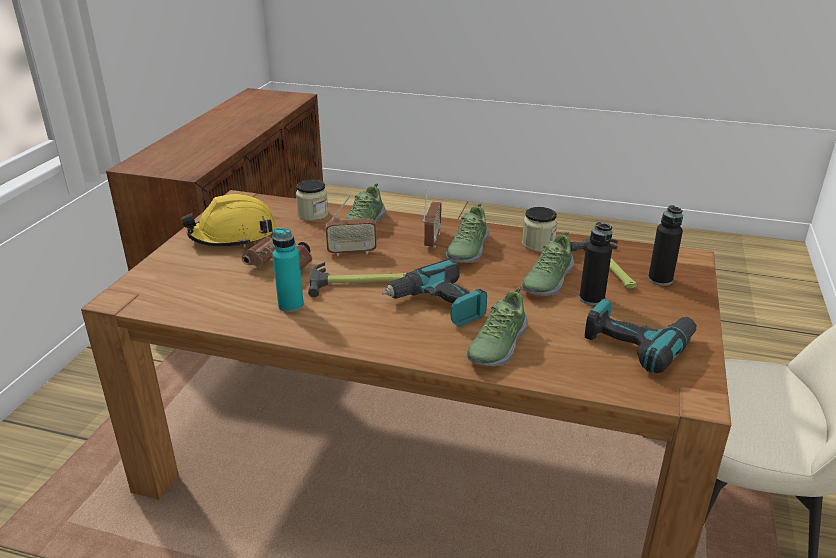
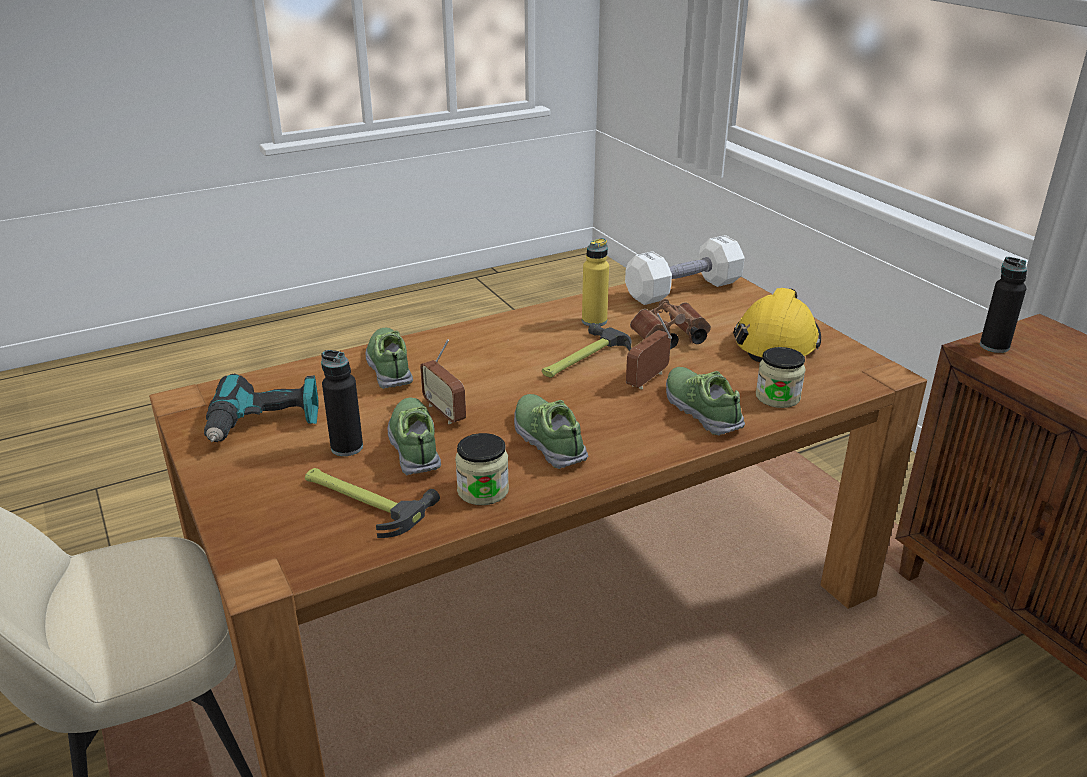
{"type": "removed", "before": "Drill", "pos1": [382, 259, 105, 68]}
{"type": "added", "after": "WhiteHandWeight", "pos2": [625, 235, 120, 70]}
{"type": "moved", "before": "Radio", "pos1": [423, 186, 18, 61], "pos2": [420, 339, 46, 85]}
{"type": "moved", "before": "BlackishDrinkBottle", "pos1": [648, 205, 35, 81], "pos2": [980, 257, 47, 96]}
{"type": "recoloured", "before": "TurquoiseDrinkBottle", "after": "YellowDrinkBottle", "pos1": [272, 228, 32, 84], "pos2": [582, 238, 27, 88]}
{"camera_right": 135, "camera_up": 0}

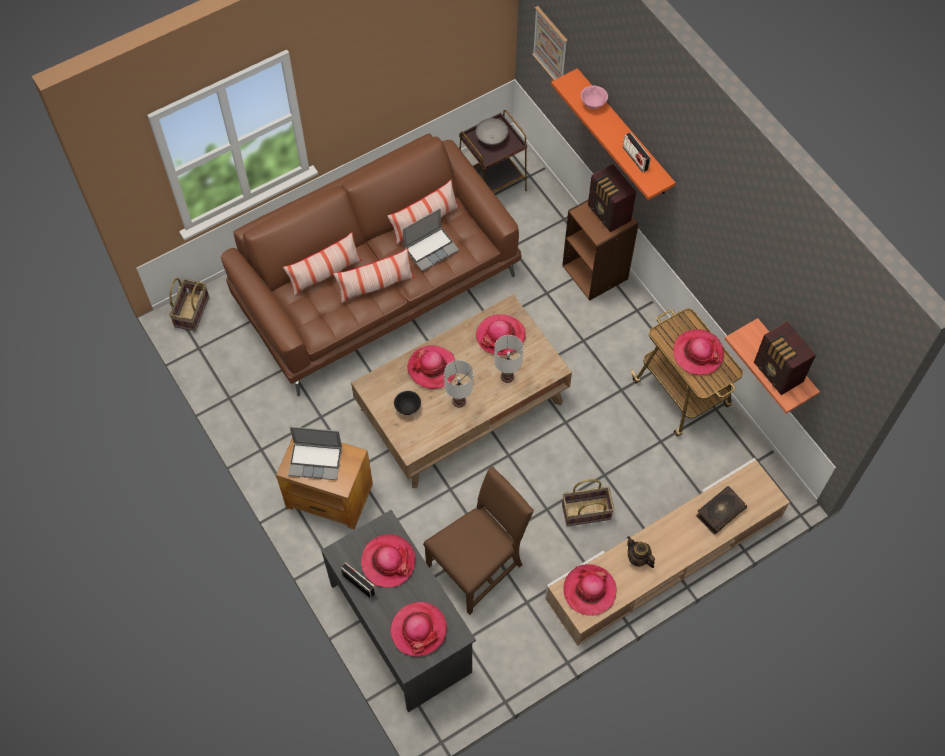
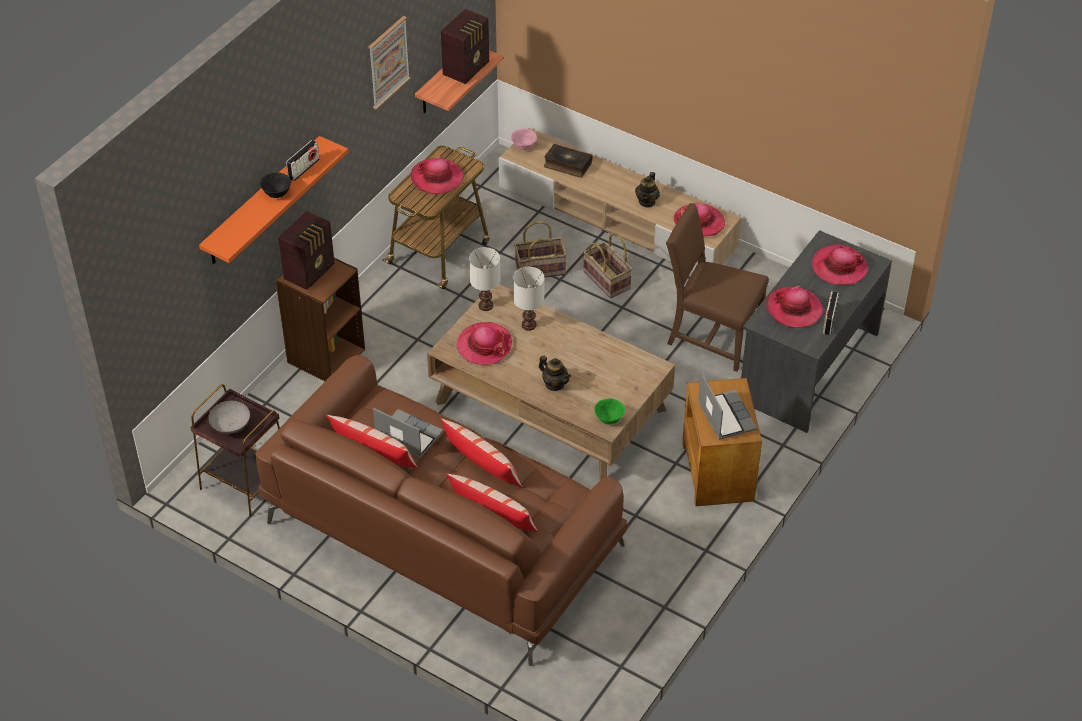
{"type": "added", "after": "GreenServingBowl", "pos2": [594, 399, 31, 26]}
{"type": "moved", "before": "StorageBasket", "pos1": [169, 278, 40, 54], "pos2": [514, 221, 53, 57]}
{"type": "moved", "before": "BlackishServingBowl", "pos1": [394, 391, 27, 24], "pos2": [260, 172, 31, 26]}
{"type": "moved", "before": "WhiteTabletopLamp", "pos1": [444, 360, 29, 48], "pos2": [469, 247, 32, 64]}
{"type": "moved", "before": "WallPicture", "pos1": [532, 6, 36, 74], "pos2": [368, 16, 43, 94]}
{"type": "moved", "before": "PinkServingBowl", "pos1": [581, 86, 27, 23], "pos2": [511, 129, 26, 21]}
{"type": "replaced", "before": "ClothingHat", "after": "PotForTea", "pos1": [407, 345, 49, 44], "pos2": [539, 355, 32, 36]}
{"camera_right": -115, "camera_up": -15}

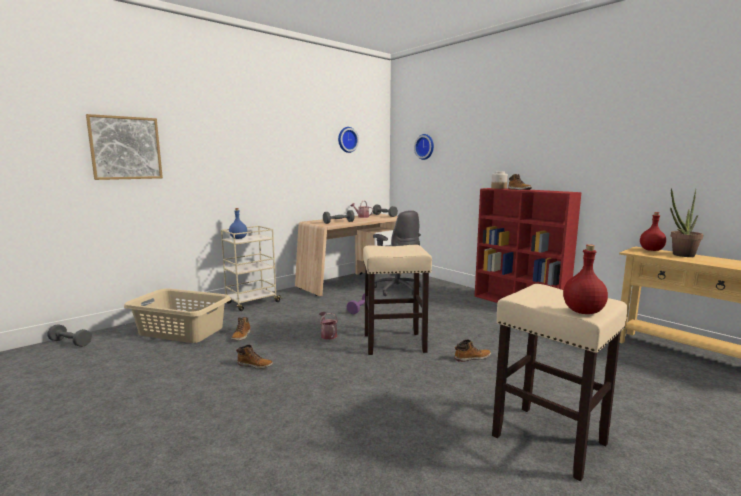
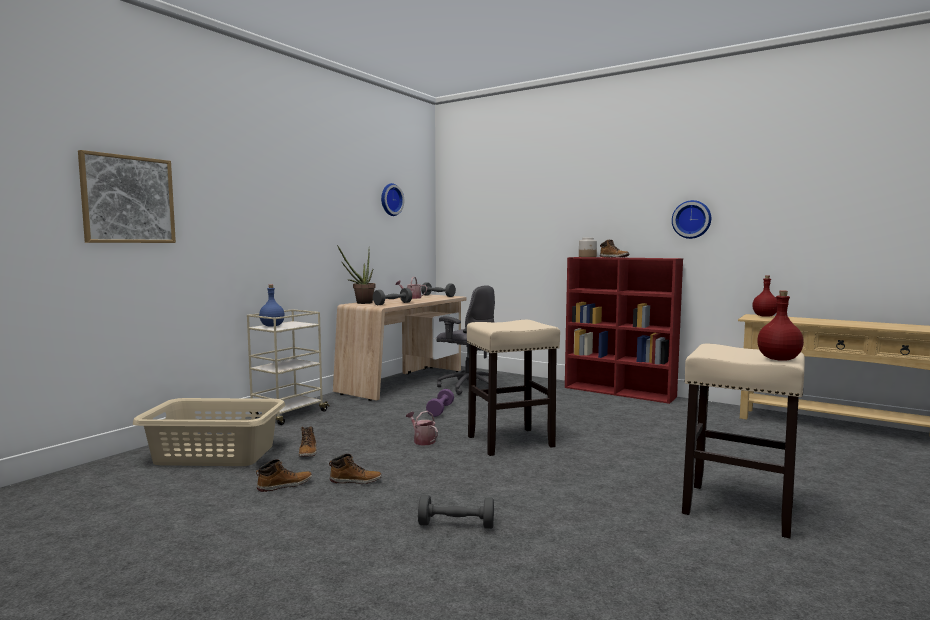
{"type": "moved", "before": "GreyishHandWeight", "pos1": [47, 324, 45, 23], "pos2": [418, 495, 76, 34]}
{"type": "moved", "before": "HangingClock", "pos1": [414, 134, 20, 26], "pos2": [672, 200, 39, 39]}
{"type": "moved", "before": "TallBoot", "pos1": [454, 339, 37, 23], "pos2": [256, 459, 56, 33]}
{"type": "moved", "before": "Houseplant", "pos1": [670, 188, 34, 69], "pos2": [337, 245, 39, 59]}
{"camera_right": -15, "camera_up": -5}

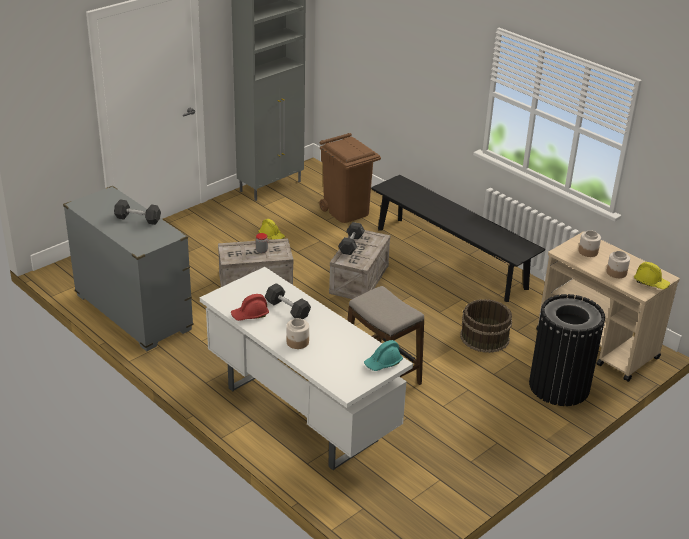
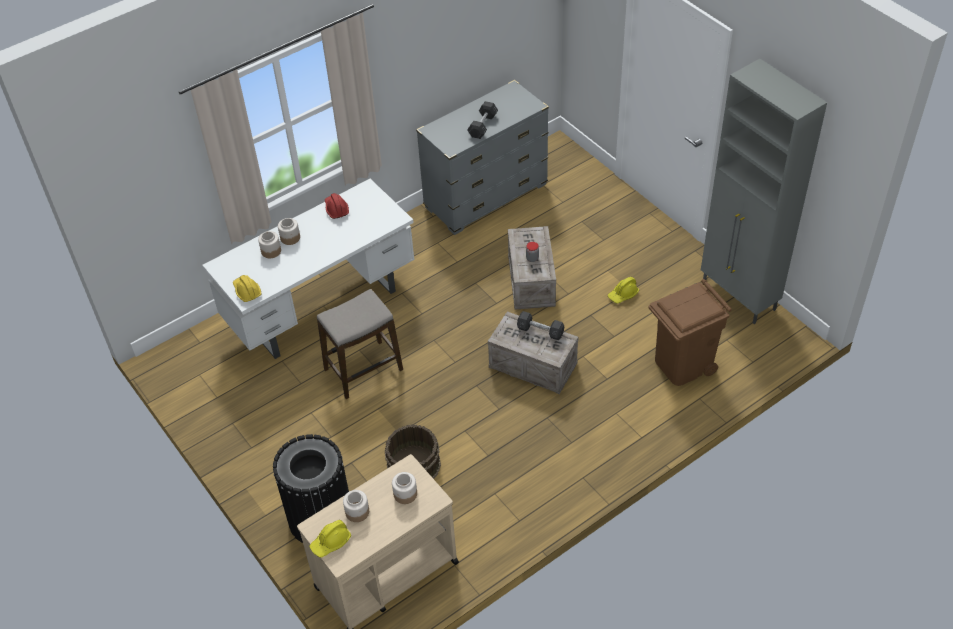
{"type": "removed", "before": "GreyishHandWeight", "pos1": [265, 283, 46, 36]}
{"type": "removed", "before": "BlackishLongSeat", "pos1": [371, 175, 174, 127]}
{"type": "added", "after": "Jar", "pos2": [258, 231, 23, 27]}
{"type": "recoloured", "before": "TurquoiseHardHat", "after": "YellowHardHat", "pos1": [364, 340, 39, 31], "pos2": [233, 275, 28, 27]}
{"camera_right": 100, "camera_up": 15}

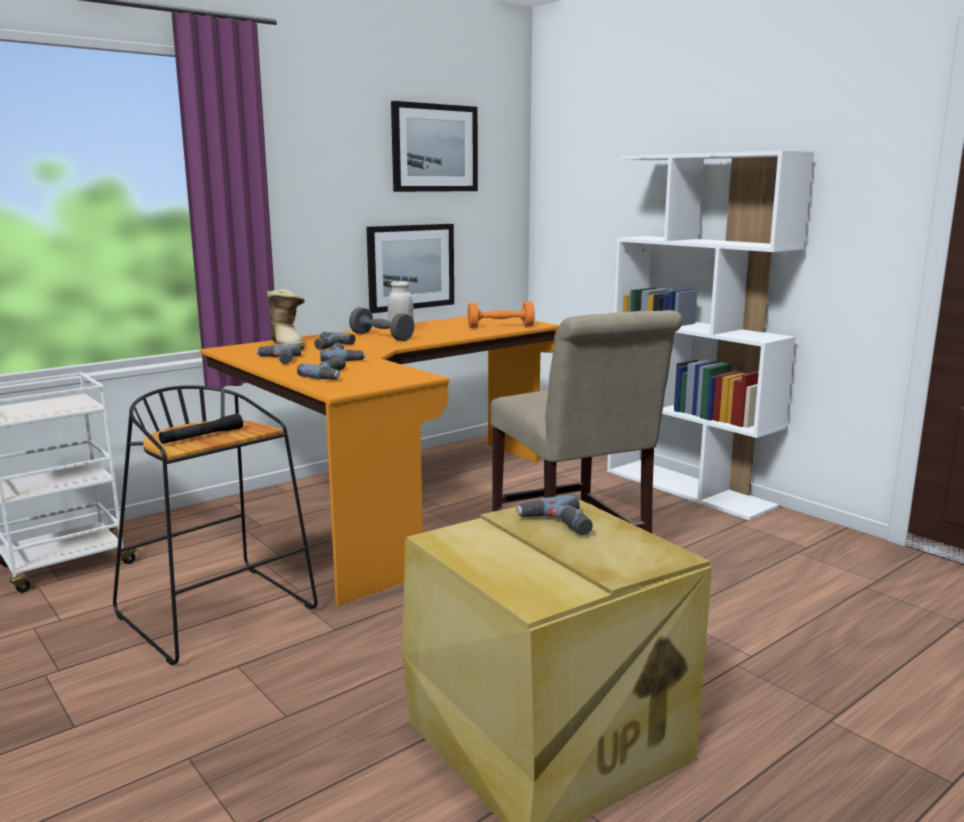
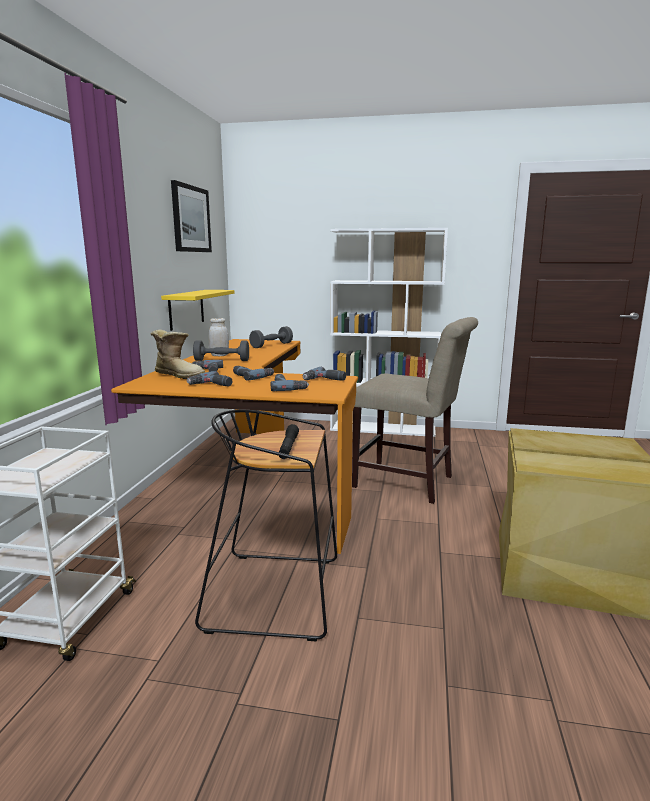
{"type": "moved", "before": "Drill", "pos1": [516, 494, 77, 41], "pos2": [303, 367, 43, 14]}
{"type": "replaced", "before": "WallPicture", "after": "YellowShelf", "pos1": [366, 224, 88, 89], "pos2": [161, 290, 74, 41]}
{"type": "recoloured", "before": "OrangeHandWeight", "after": "GreyishHandWeight", "pos1": [468, 301, 67, 27], "pos2": [249, 326, 44, 22]}
{"camera_right": -40, "camera_up": 0}

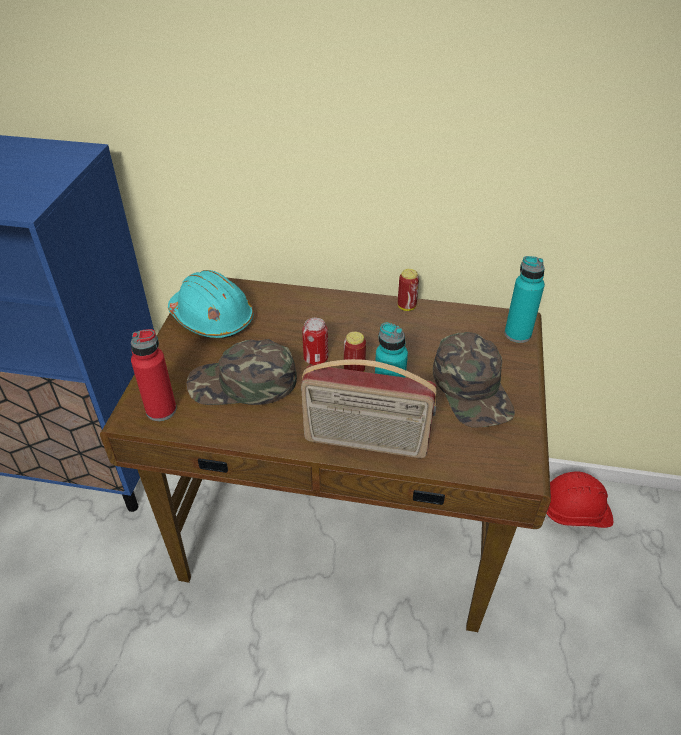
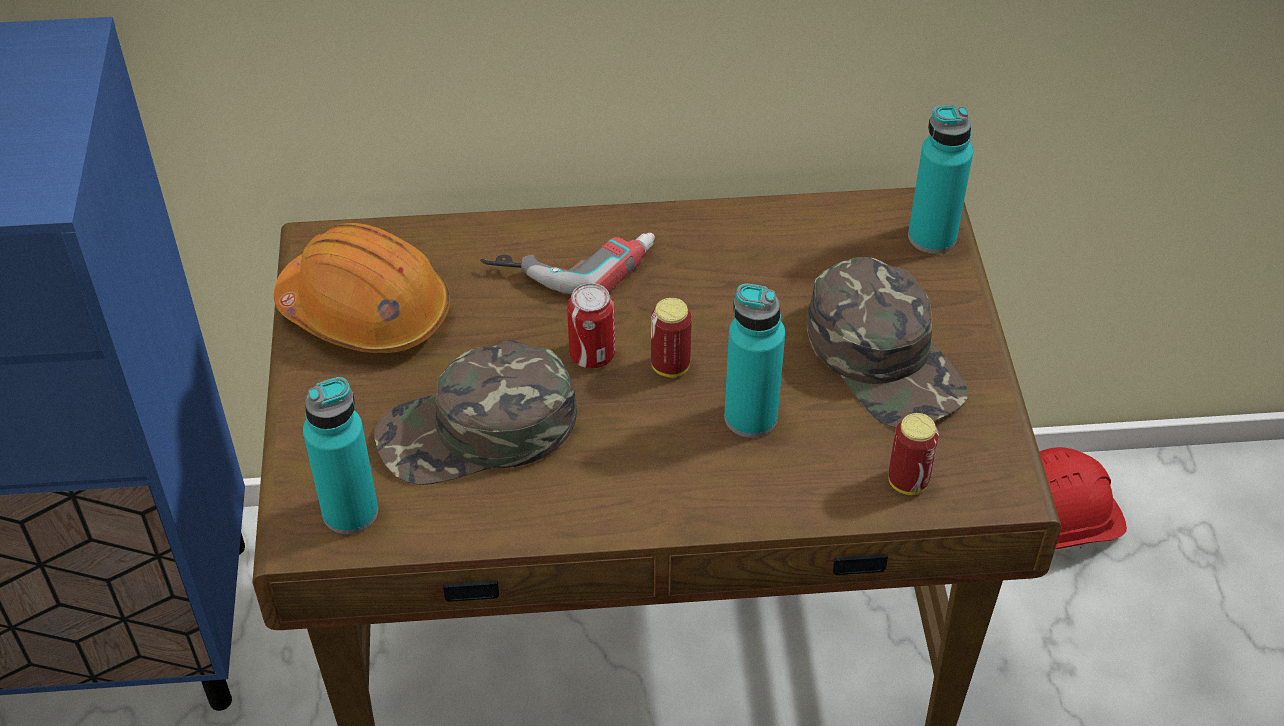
{"type": "removed", "before": "Radio", "pos1": [301, 359, 136, 99]}
{"type": "added", "after": "Drill", "pos2": [480, 233, 175, 61]}
{"type": "moved", "before": "SealedCan", "pos1": [398, 269, 21, 42], "pos2": [888, 413, 51, 82]}
{"type": "recoloured", "before": "ReddishDrinkBottle", "after": "TurquoiseDrinkBottle", "pos1": [131, 329, 46, 92], "pos2": [303, 377, 75, 157]}
{"type": "recoloured", "before": "TurquoiseHardHat", "after": "OrangeHardHat", "pos1": [168, 270, 86, 68], "pos2": [274, 223, 176, 130]}
{"camera_right": -15, "camera_up": 5}

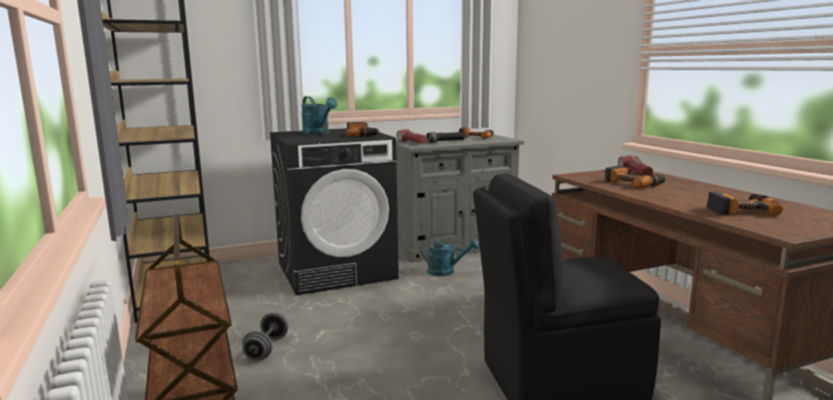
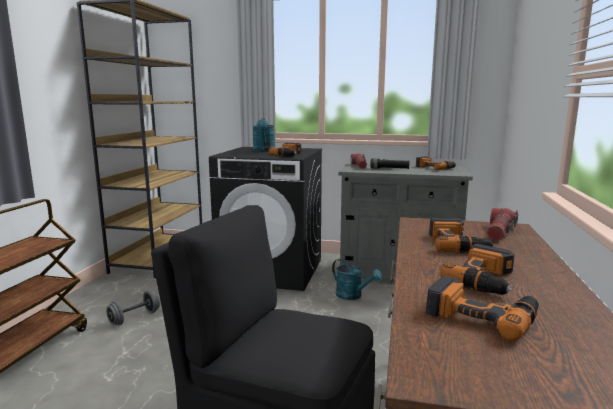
{"type": "added", "after": "Drill", "pos2": [440, 244, 75, 51]}
{"camera_right": 35, "camera_up": 0}

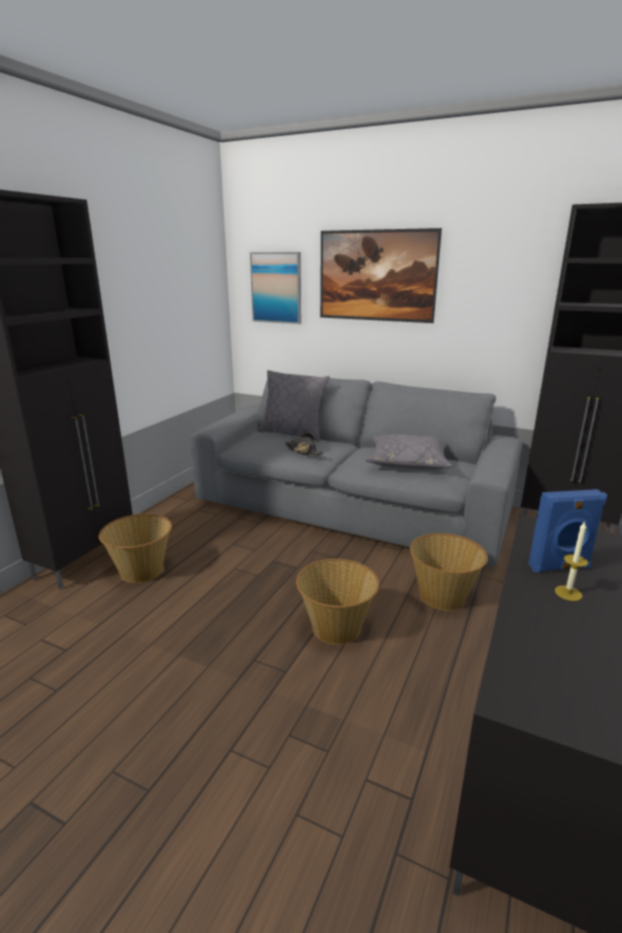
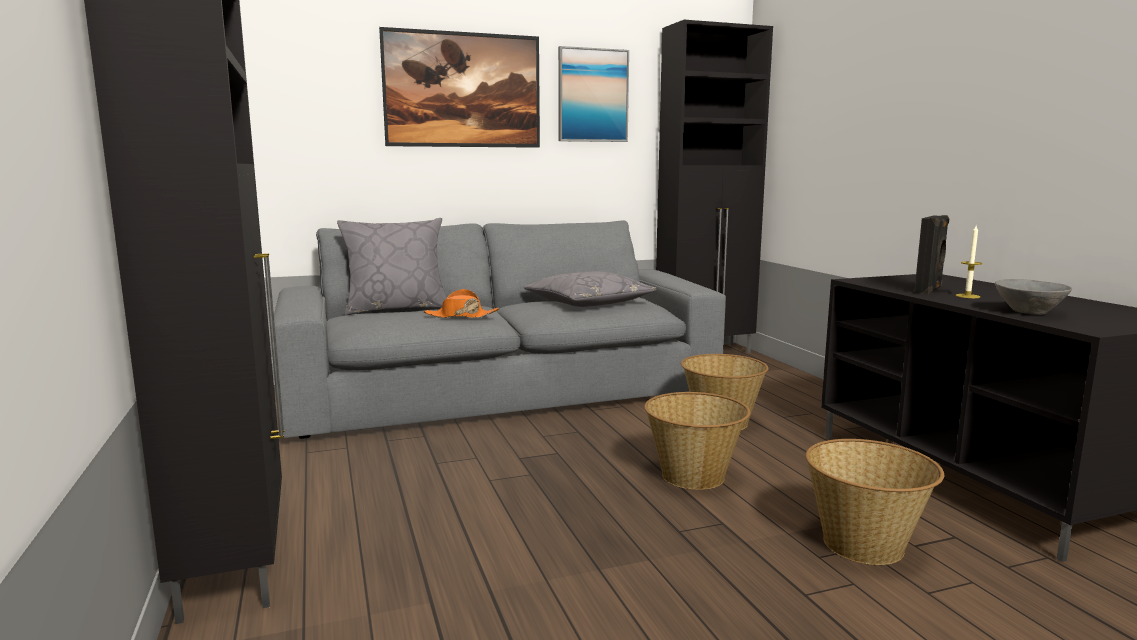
{"type": "added", "after": "GreyishServingBowl", "pos2": [995, 279, 77, 36]}
{"type": "moved", "before": "StorageBasket", "pos1": [99, 514, 73, 69], "pos2": [806, 439, 138, 126]}
{"type": "moved", "before": "WallPicture", "pos1": [250, 252, 51, 72], "pos2": [558, 46, 71, 96]}
{"type": "recoloured", "before": "BlackishClothingHat", "after": "OrangeClothingHat", "pos1": [285, 433, 39, 24], "pos2": [424, 289, 75, 29]}
{"type": "recoloured", "before": "BluishAudioSpeaker", "after": "BlackishAudioSpeaker", "pos1": [529, 489, 78, 83], "pos2": [914, 215, 35, 79]}
{"camera_right": -45, "camera_up": -10}

